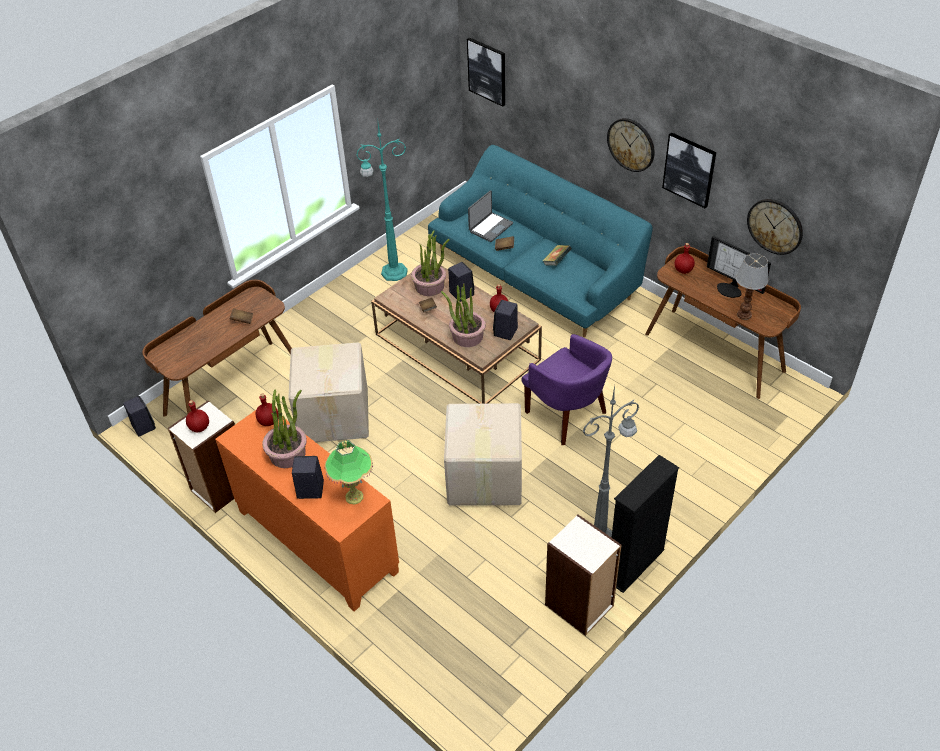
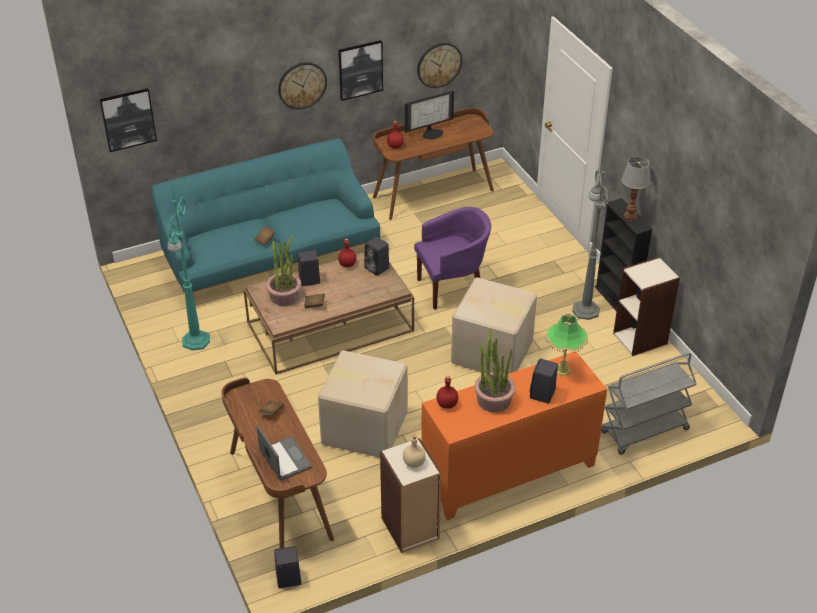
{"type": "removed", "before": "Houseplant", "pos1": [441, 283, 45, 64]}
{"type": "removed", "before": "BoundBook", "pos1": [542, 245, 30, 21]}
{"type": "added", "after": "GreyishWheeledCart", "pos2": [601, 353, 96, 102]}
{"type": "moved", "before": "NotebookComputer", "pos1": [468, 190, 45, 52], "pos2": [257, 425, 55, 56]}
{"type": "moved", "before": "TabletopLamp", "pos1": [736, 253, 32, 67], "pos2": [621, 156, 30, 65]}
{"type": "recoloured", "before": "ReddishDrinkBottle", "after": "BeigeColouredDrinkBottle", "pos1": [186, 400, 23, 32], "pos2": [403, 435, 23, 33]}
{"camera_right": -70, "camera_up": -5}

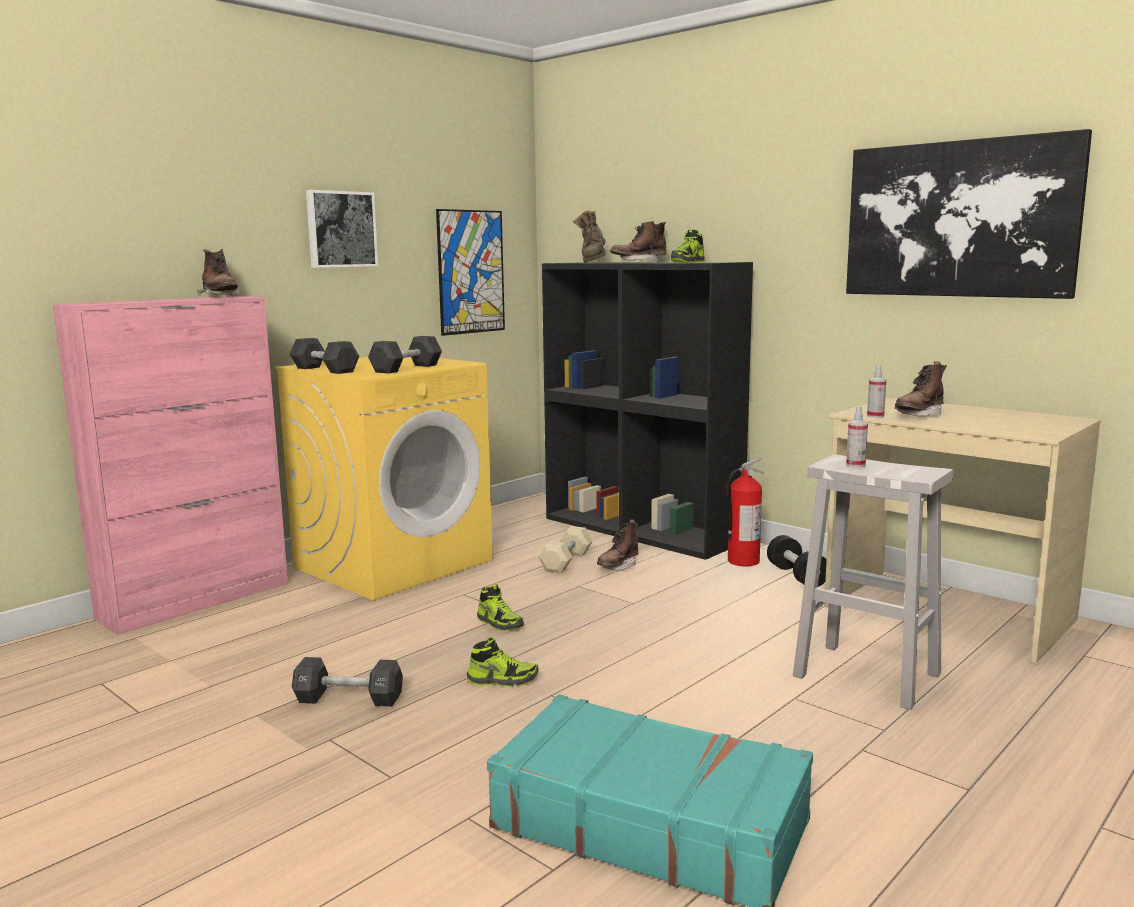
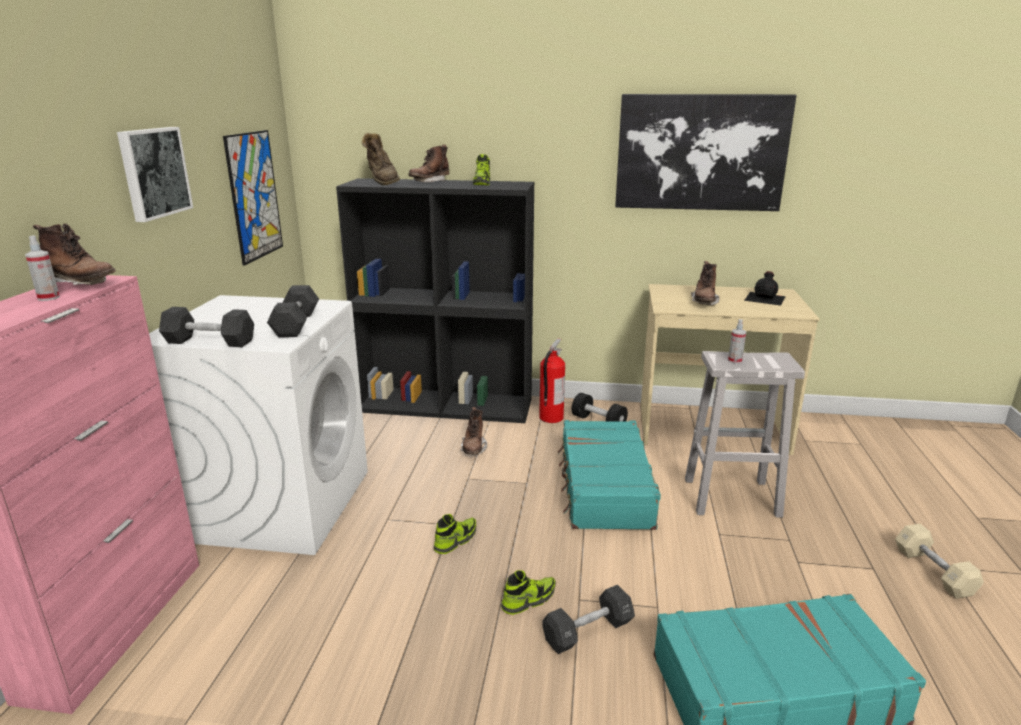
{"type": "added", "after": "TurquoisePieceOfLuggage", "pos2": [558, 420, 103, 110]}
{"type": "added", "after": "BlackishDrinkBottle", "pos2": [744, 271, 42, 35]}
{"type": "moved", "before": "BlackishHandWeight", "pos1": [292, 657, 111, 50], "pos2": [542, 585, 93, 69]}
{"type": "moved", "before": "BeigeColouredHandWeight", "pos1": [538, 526, 55, 47], "pos2": [895, 524, 89, 75]}
{"type": "moved", "before": "SprayBottle", "pos1": [867, 365, 19, 53], "pos2": [25, 235, 35, 66]}
{"type": "recoloured", "before": "YellowLaundryMachine", "after": "WhiteLaundryMachine", "pos1": [274, 357, 219, 243], "pos2": [149, 295, 219, 260]}
{"type": "turned", "before": "Shoe", "pos1": [477, 584, 47, 47], "pos2": [434, 514, 42, 40], "turn": -60}
{"camera_right": -35, "camera_up": 10}

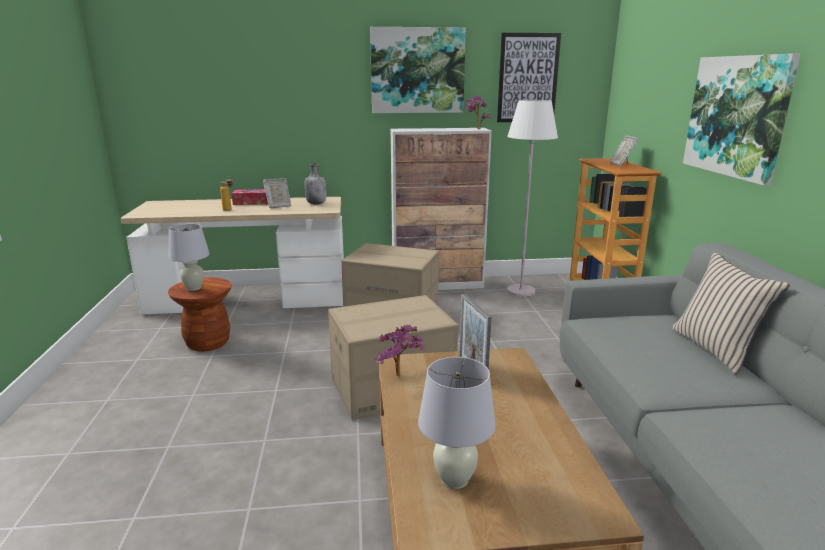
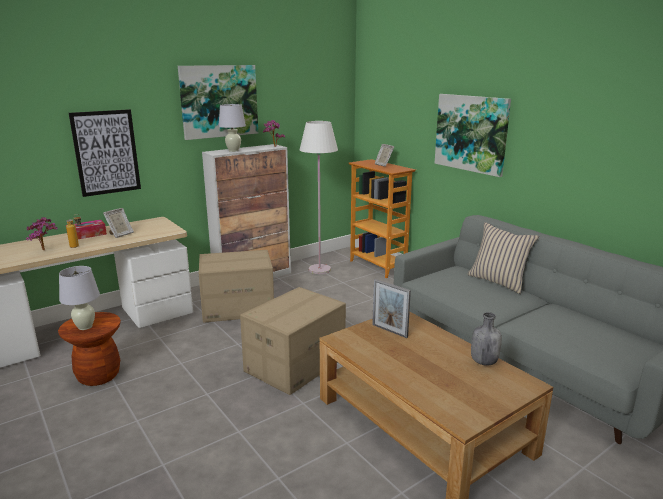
{"type": "moved", "before": "GreyishDrinkBottle", "pos1": [305, 163, 22, 41], "pos2": [471, 312, 31, 54]}
{"type": "moved", "before": "Houseplant", "pos1": [374, 325, 50, 52], "pos2": [26, 217, 32, 33]}
{"type": "moved", "before": "WhiteTabletopLamp", "pos1": [418, 357, 78, 132], "pos2": [218, 104, 28, 48]}
{"type": "moved", "before": "WallPicture", "pos1": [497, 33, 64, 89], "pos2": [69, 109, 72, 88]}
{"camera_right": -30, "camera_up": 0}

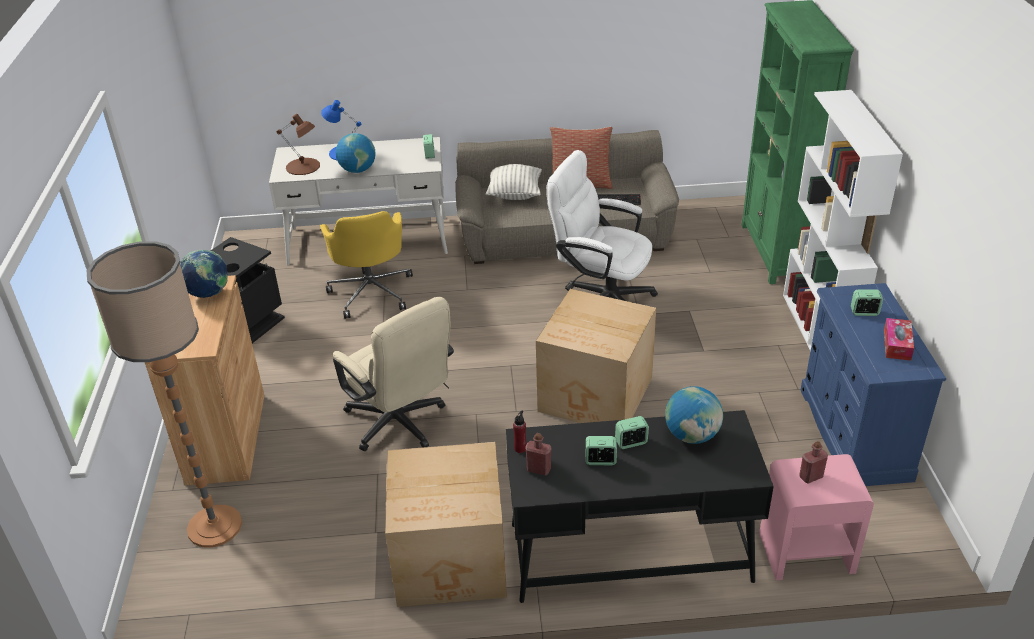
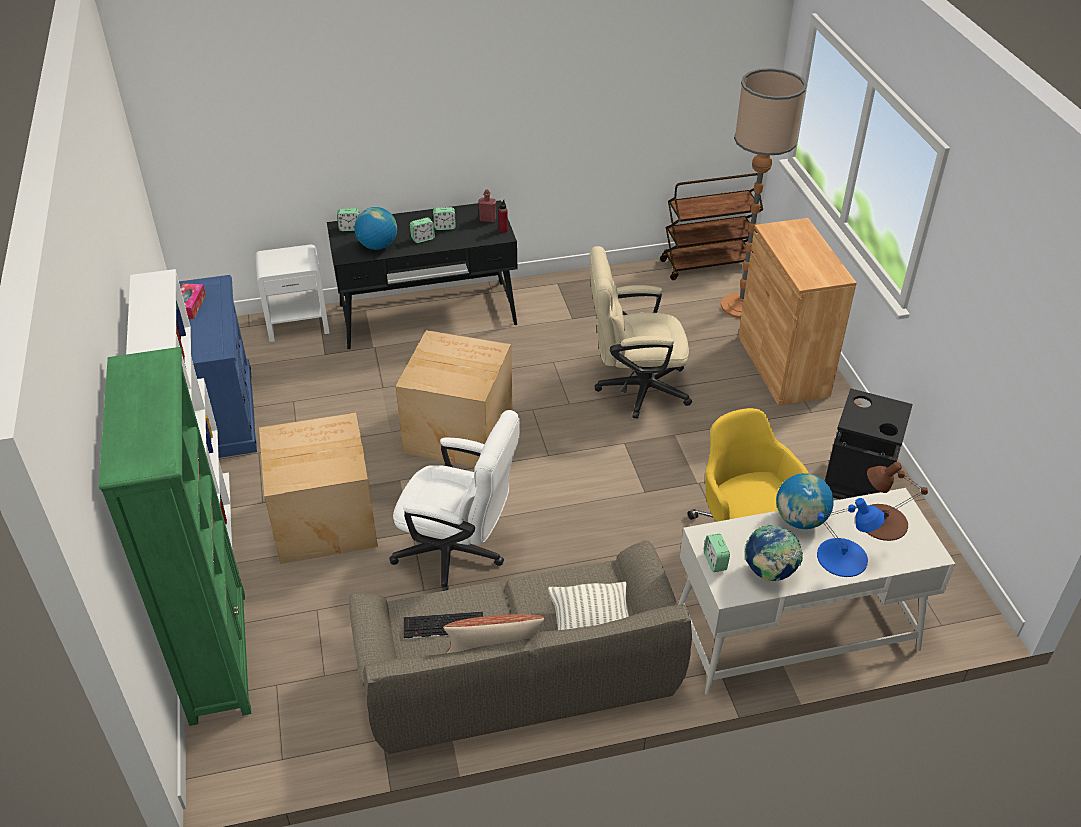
{"type": "removed", "before": "ReddishDrinkBottle", "pos1": [799, 441, 29, 43]}
{"type": "added", "after": "BrownishWheeledCart", "pos2": [660, 173, 103, 107]}
{"type": "moved", "before": "WorldGlobe", "pos1": [180, 250, 48, 48], "pos2": [745, 525, 58, 57]}
{"type": "moved", "before": "PackingBox", "pos1": [385, 442, 122, 165], "pos2": [259, 412, 119, 152]}
{"type": "moved", "before": "BedsideClock", "pos1": [851, 289, 32, 27], "pos2": [337, 208, 23, 23]}
{"type": "recoloured", "before": "PinkNightstand", "after": "WhiteNightstand", "pos1": [759, 454, 115, 126], "pos2": [255, 245, 75, 97]}
{"type": "turned", "before": "BeigeColouredComputerChair", "pos1": [333, 297, 121, 154], "pos2": [590, 246, 102, 173], "turn": -45}
{"camera_right": 170, "camera_up": 5}

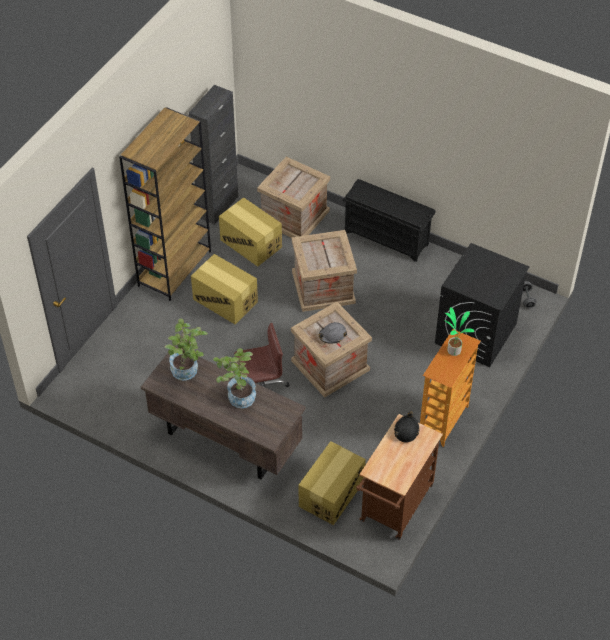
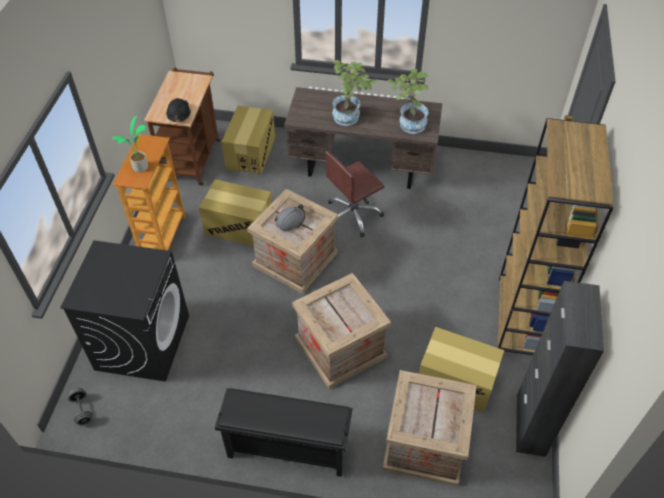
{"type": "moved", "before": "PackingBox", "pos1": [191, 254, 67, 70], "pos2": [199, 179, 73, 67]}
{"camera_right": 160, "camera_up": 0}

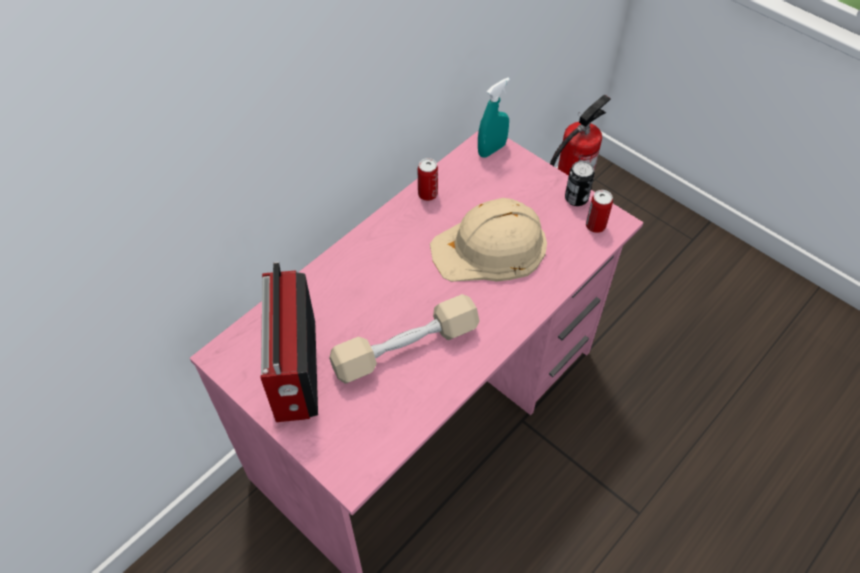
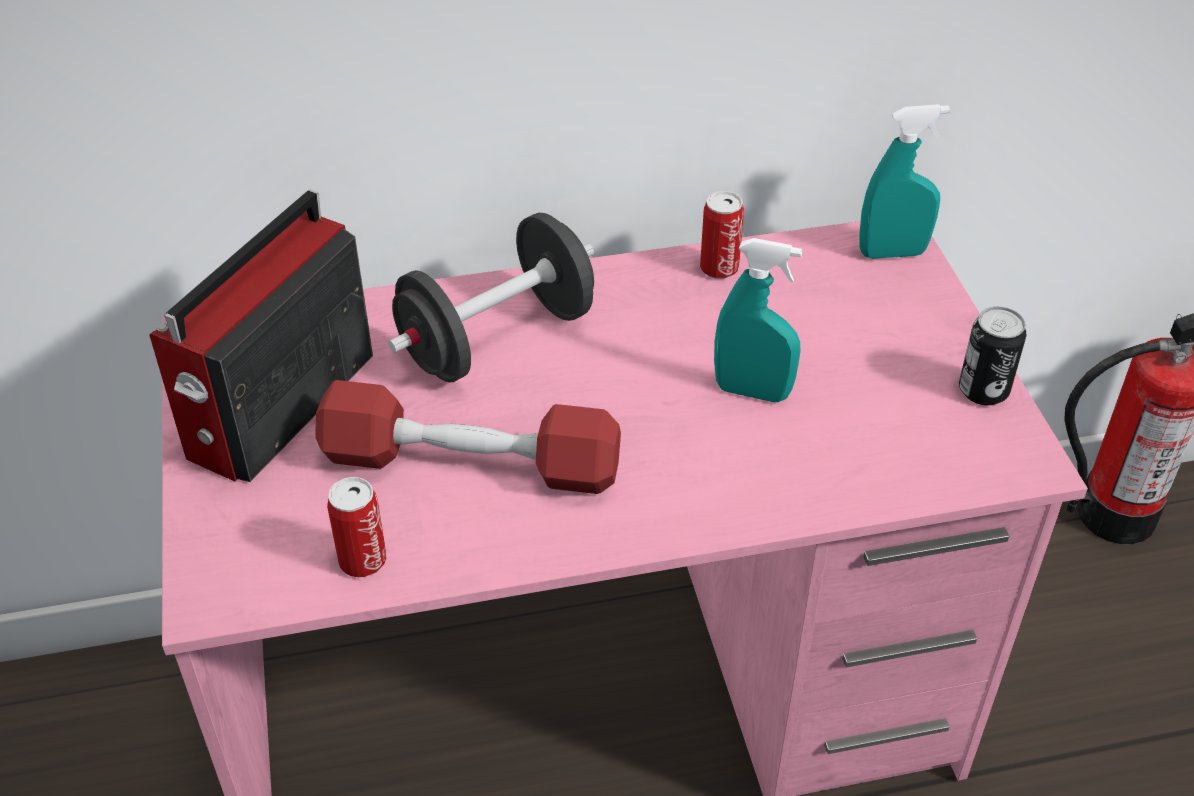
{"type": "added", "after": "BlackishHandWeight", "pos2": [388, 213, 206, 170]}
{"type": "moved", "before": "SealedCan", "pos1": [586, 190, 27, 43], "pos2": [327, 477, 59, 100]}
{"type": "replaced", "before": "BeigeColouredHardHat", "after": "TurquoiseSprayBottle", "pos1": [430, 198, 117, 84], "pos2": [714, 238, 88, 164]}
{"type": "recoloured", "before": "BeigeColouredHandWeight", "after": "ReddishHandWeight", "pos1": [329, 294, 151, 90], "pos2": [315, 380, 306, 114]}
{"camera_right": 35, "camera_up": -10}

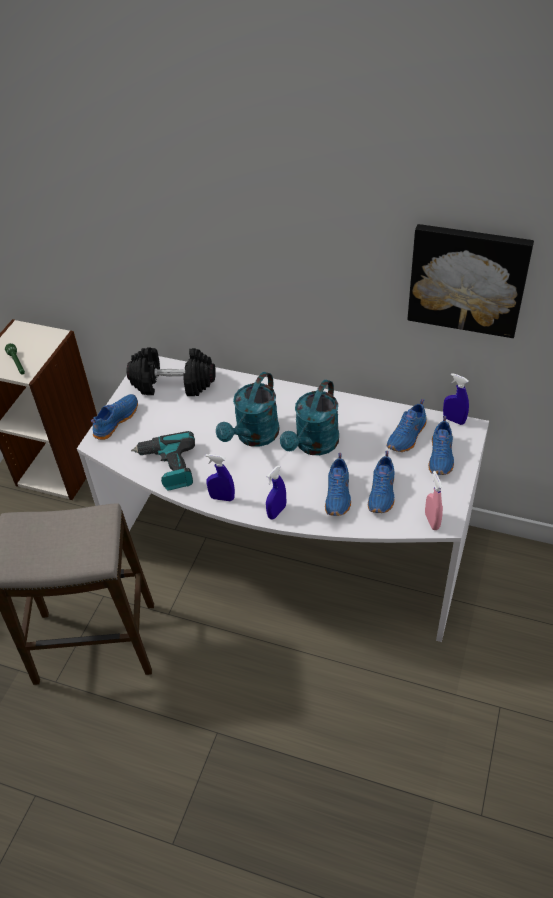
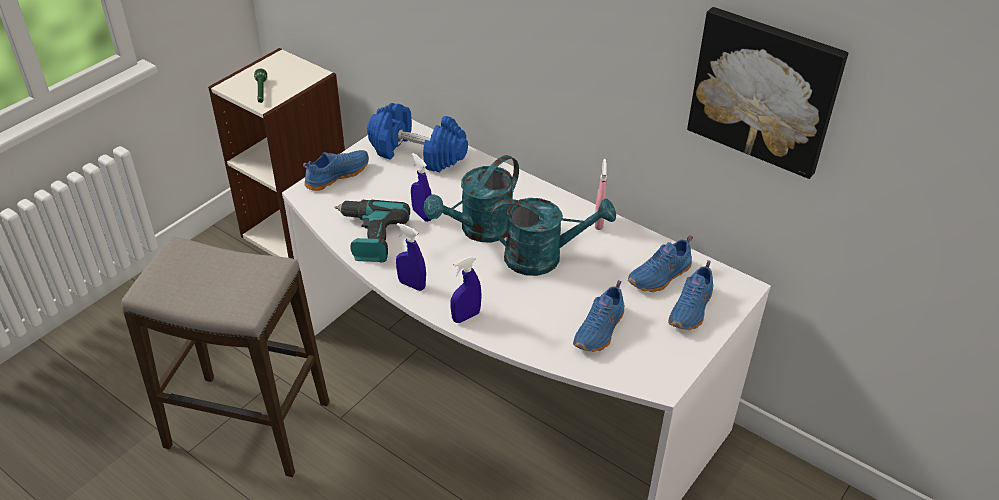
{"type": "removed", "before": "BluishShoe", "pos1": [325, 453, 26, 63]}
{"type": "moved", "before": "PinkSprayBottle", "pos1": [425, 471, 18, 59], "pos2": [595, 159, 12, 71]}
{"type": "moved", "before": "BluishSprayBottle", "pos1": [443, 373, 26, 52], "pos2": [411, 153, 21, 69]}
{"type": "recoloured", "before": "BlackishHandWeight", "after": "BluishHandWeight", "pos1": [127, 347, 89, 49], "pos2": [367, 103, 101, 69]}
{"type": "turned", "before": "TurquoiseSprinklingCan", "pos1": [280, 380, 59, 75], "pos2": [490, 198, 126, 78], "turn": -135}
{"camera_right": 15, "camera_up": -5}

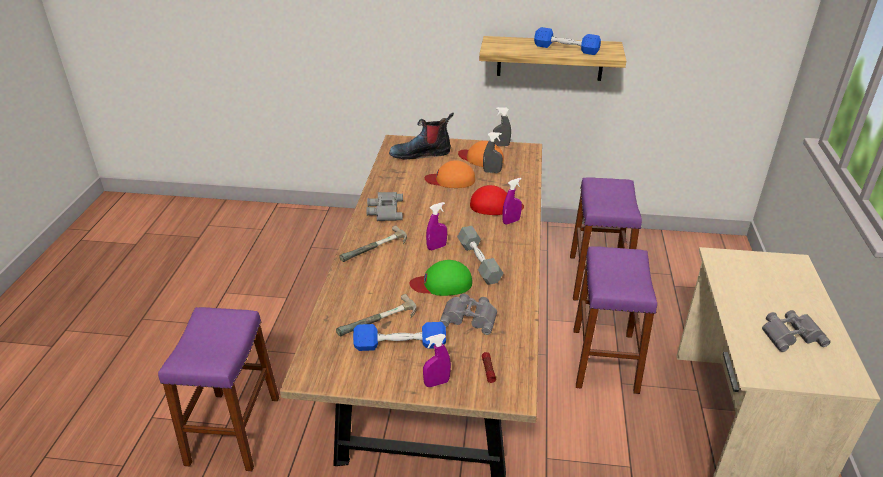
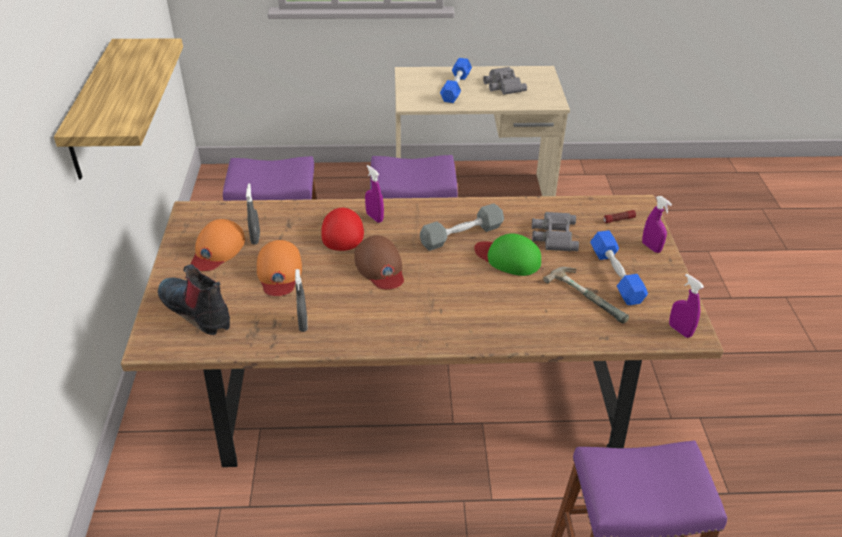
{"type": "removed", "before": "ToolHammer", "pos1": [339, 225, 68, 37]}
{"type": "removed", "before": "GreyishPairOfBinoculars", "pos1": [366, 192, 37, 29]}
{"type": "added", "after": "BrownishPeakedCap", "pos2": [354, 235, 50, 54]}
{"type": "moved", "before": "PurpleColouredSprayBottle", "pos1": [426, 202, 21, 48], "pos2": [669, 274, 35, 64]}
{"type": "moved", "before": "GreyishSprayBottle", "pos1": [493, 107, 18, 39], "pos2": [295, 269, 12, 63]}
{"type": "moved", "before": "BluishHandWeight", "pos1": [534, 27, 67, 28], "pos2": [440, 58, 32, 45]}
{"type": "turned", "before": "TallBoot", "pos1": [389, 113, 65, 47], "pos2": [158, 264, 72, 71], "turn": 150}
{"type": "turned", "before": "GreenPeakedCap", "pos1": [409, 260, 63, 36], "pos2": [474, 233, 67, 43], "turn": 135}
{"camera_right": -100, "camera_up": 5}

